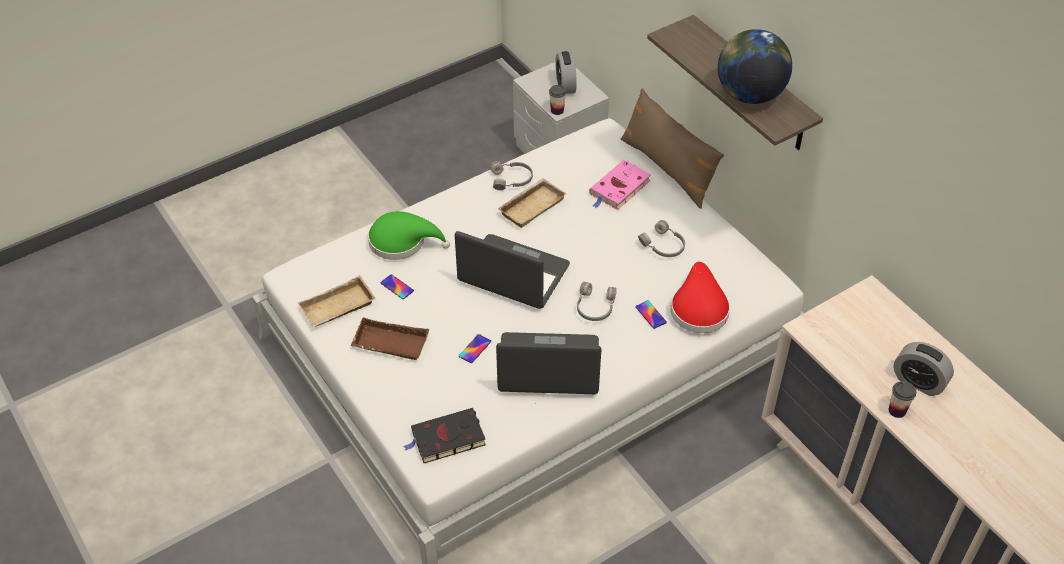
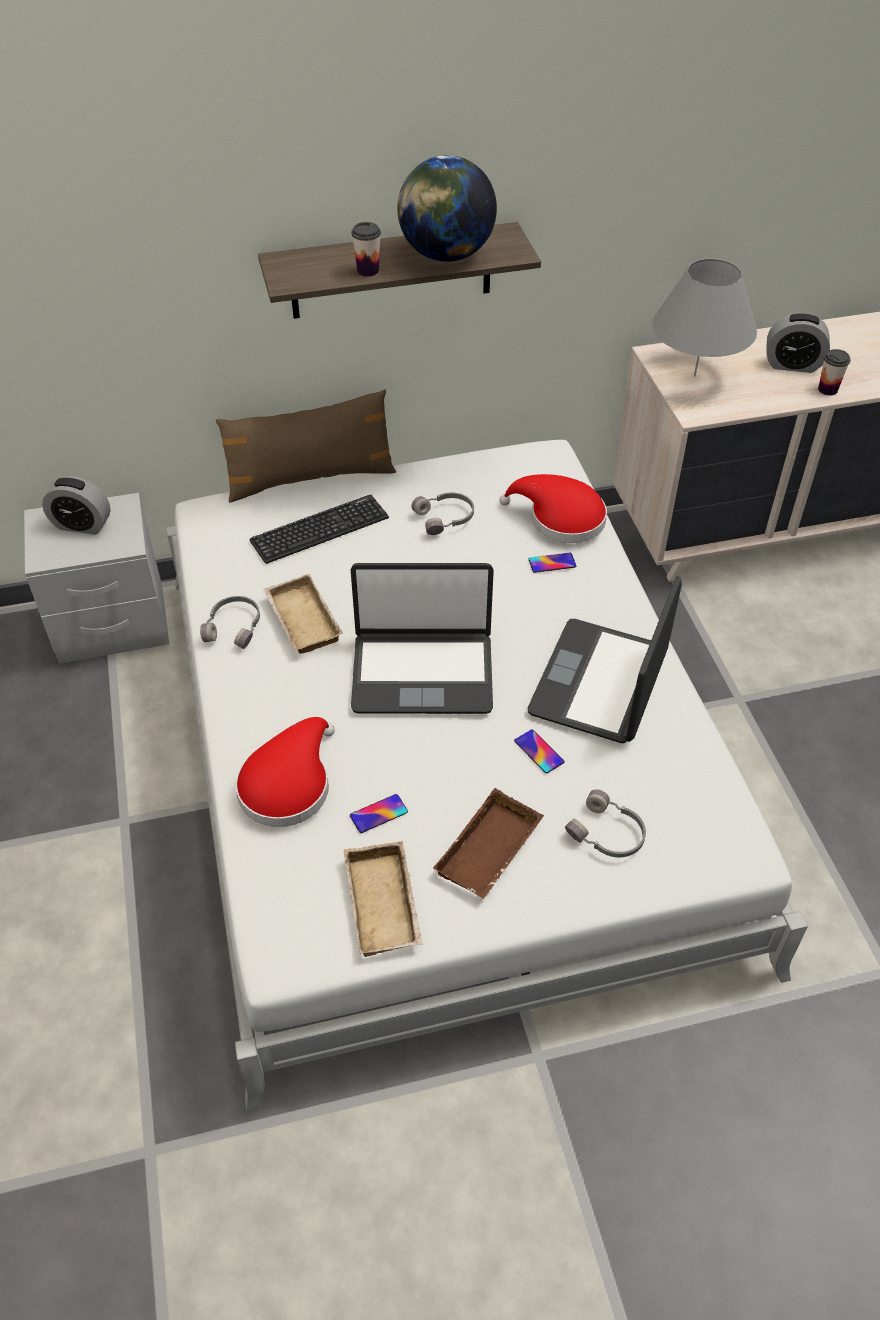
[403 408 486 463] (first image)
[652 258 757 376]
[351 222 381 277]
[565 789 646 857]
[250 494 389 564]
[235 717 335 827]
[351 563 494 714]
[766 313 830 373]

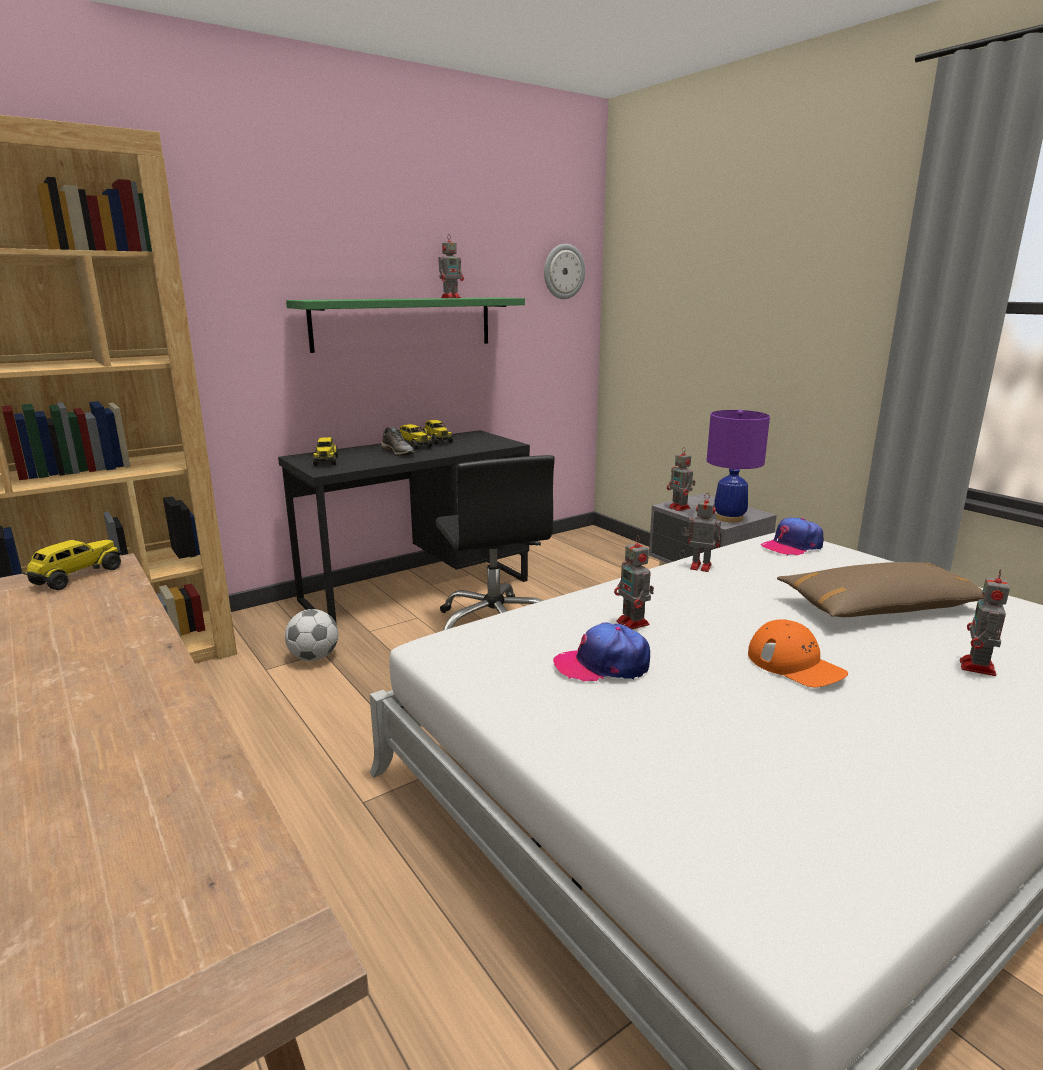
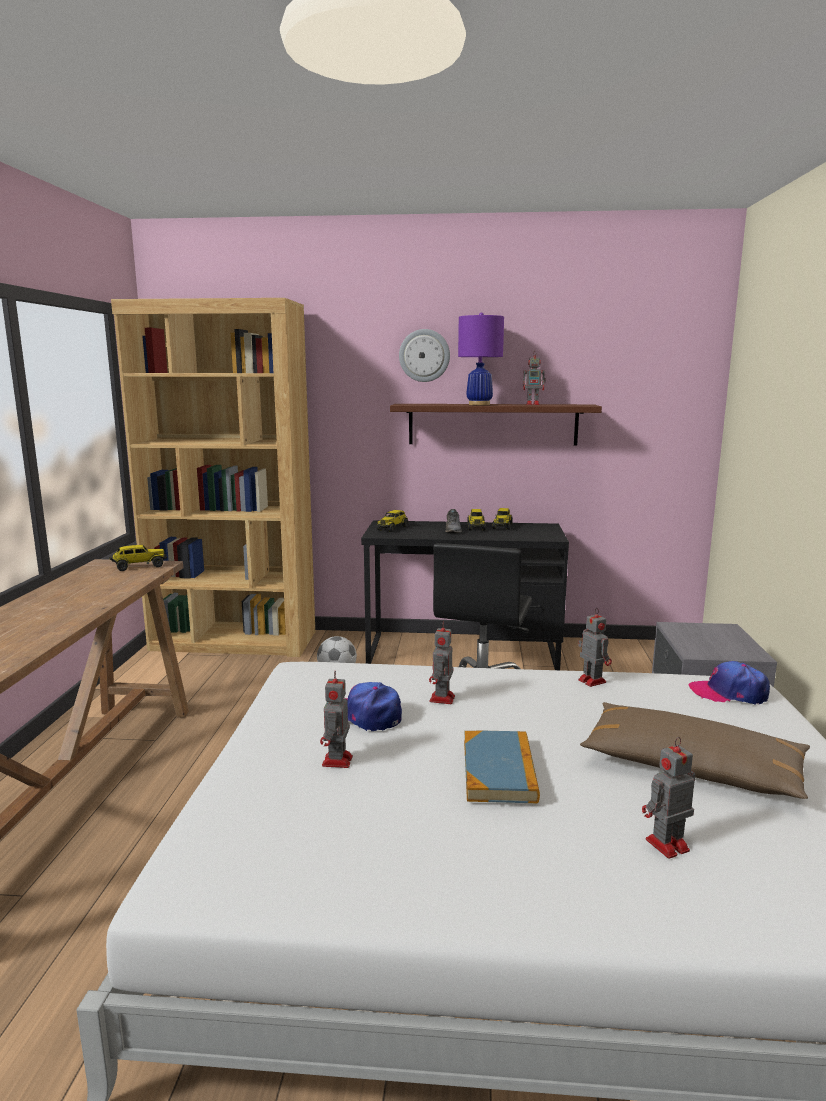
[399 329 450 382]
[320 671 353 768]
[458 313 504 405]
[464 731 540 803]
[390 404 602 446]

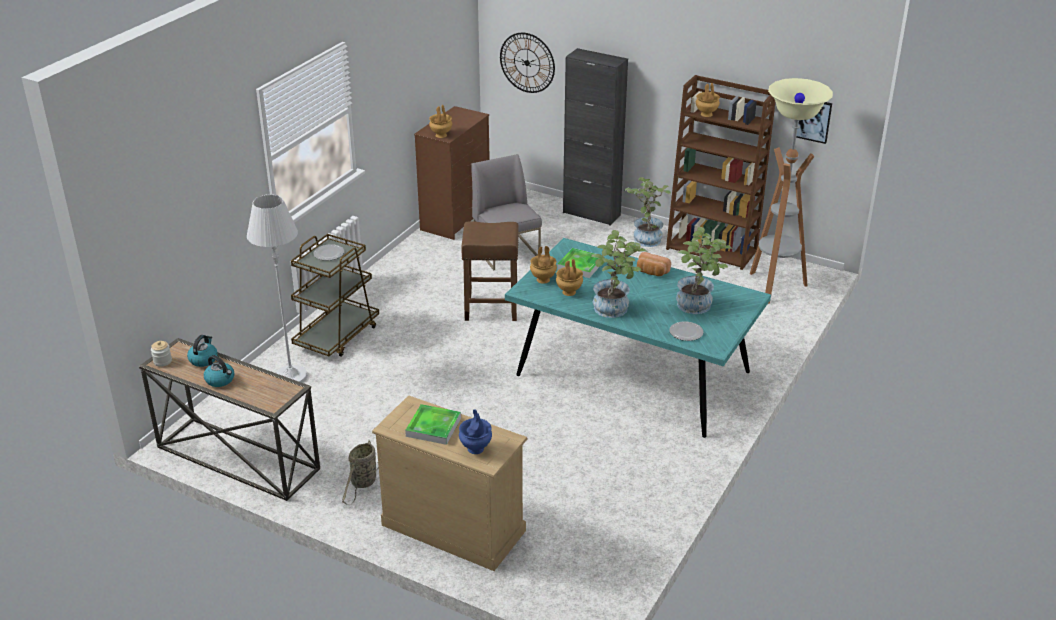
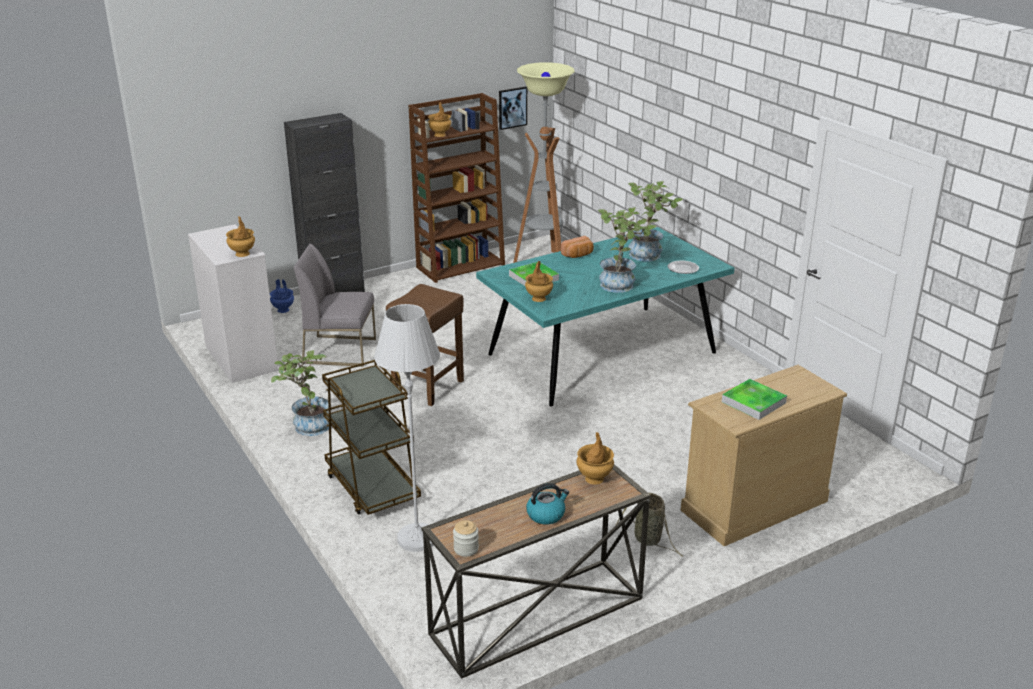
[187 335 218 367] (first image)
[313 244 344 261] (first image)
[500 33 555 93] (first image)
[270 279 294 313]
[576 432 614 485]
[271 350 329 436]
[188 224 279 383]

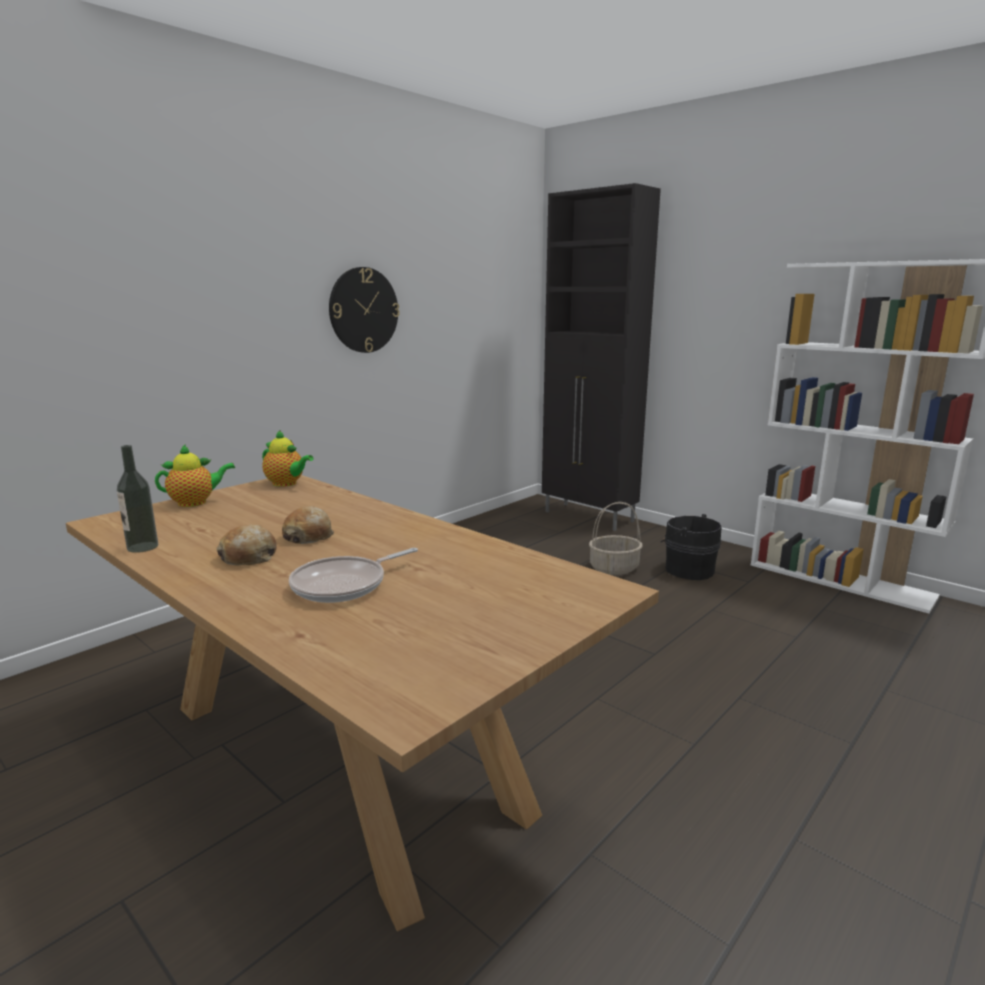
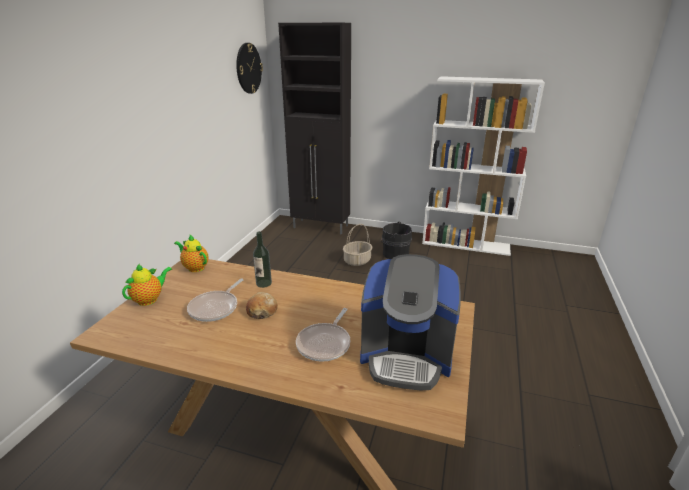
[216 525 277 566] (first image)
[187 278 244 322]
[360 254 461 390]
[253 231 272 288]
[236 43 263 94]
[174 235 208 272]

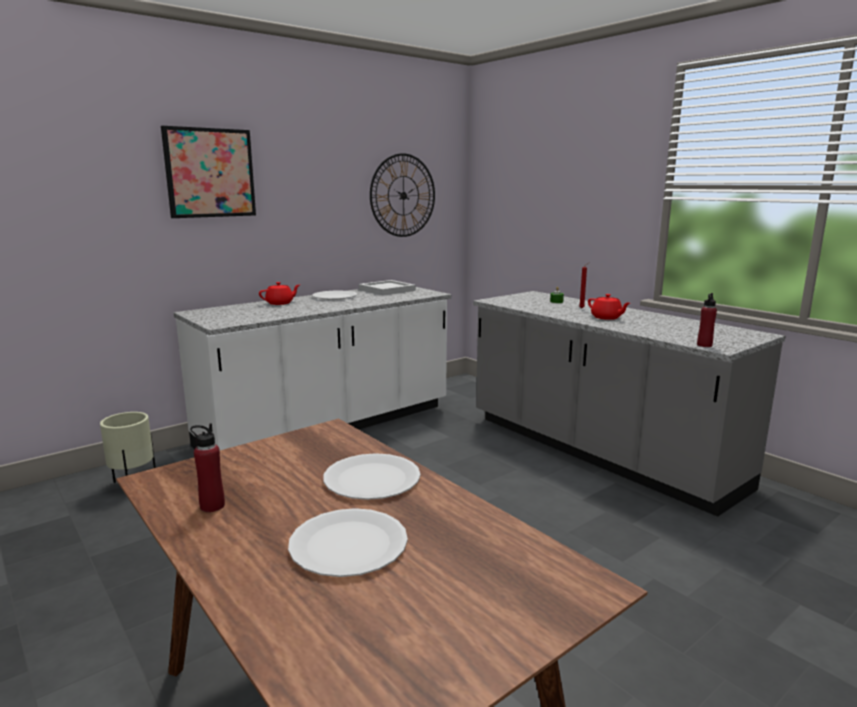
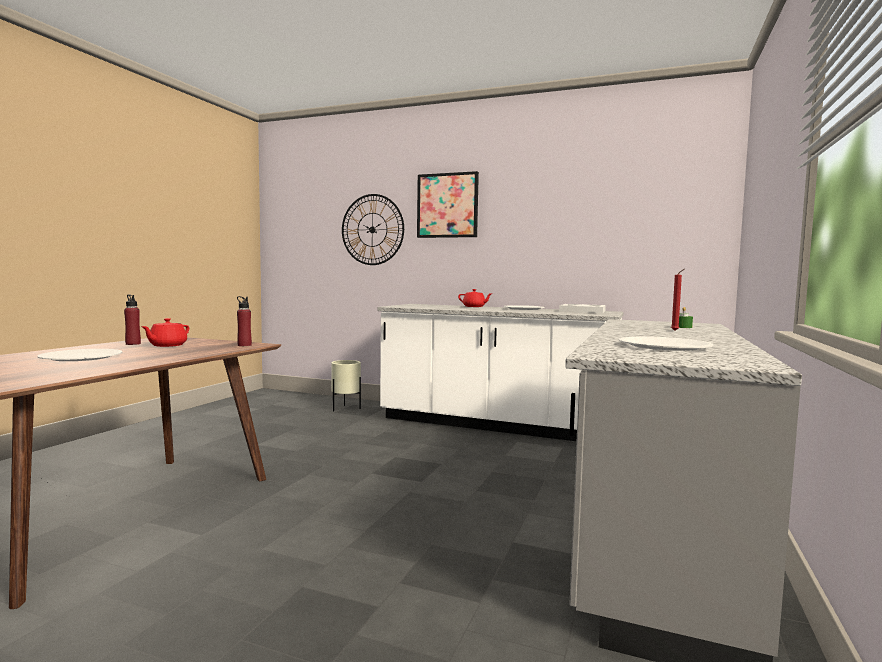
[619 336 713 351]
[342 194 404 265]
[141 318 189 347]
[237 296 252 346]

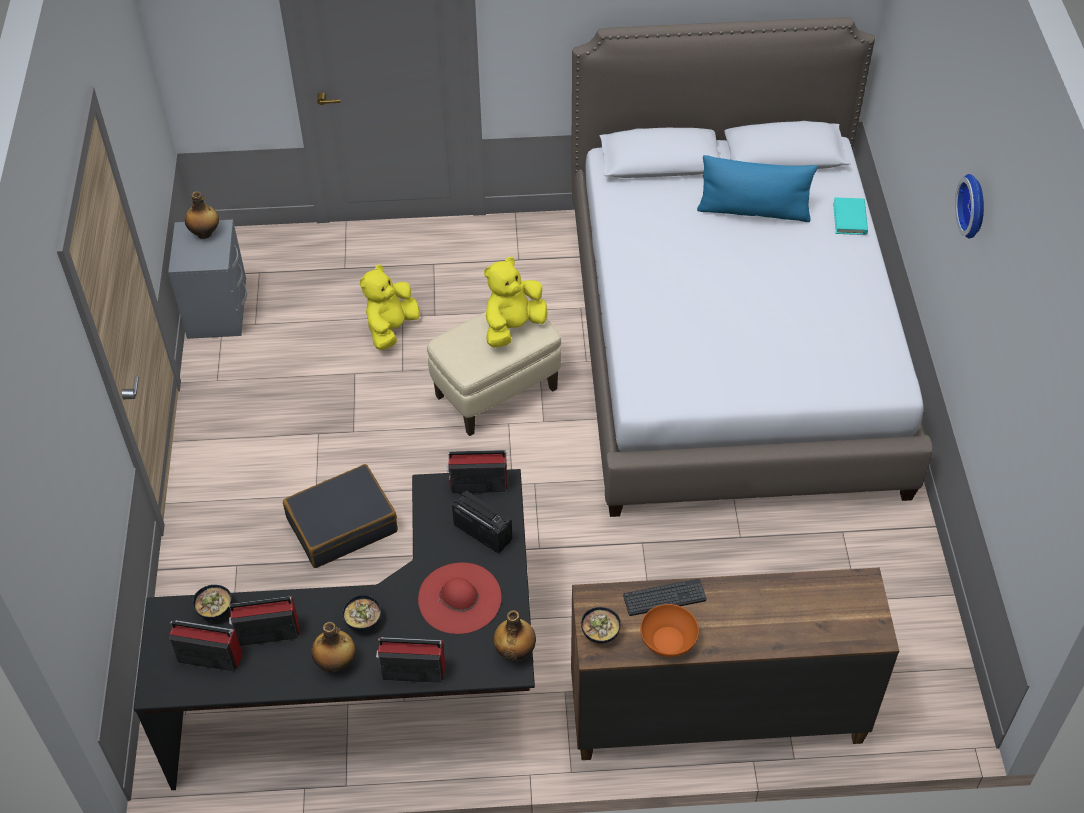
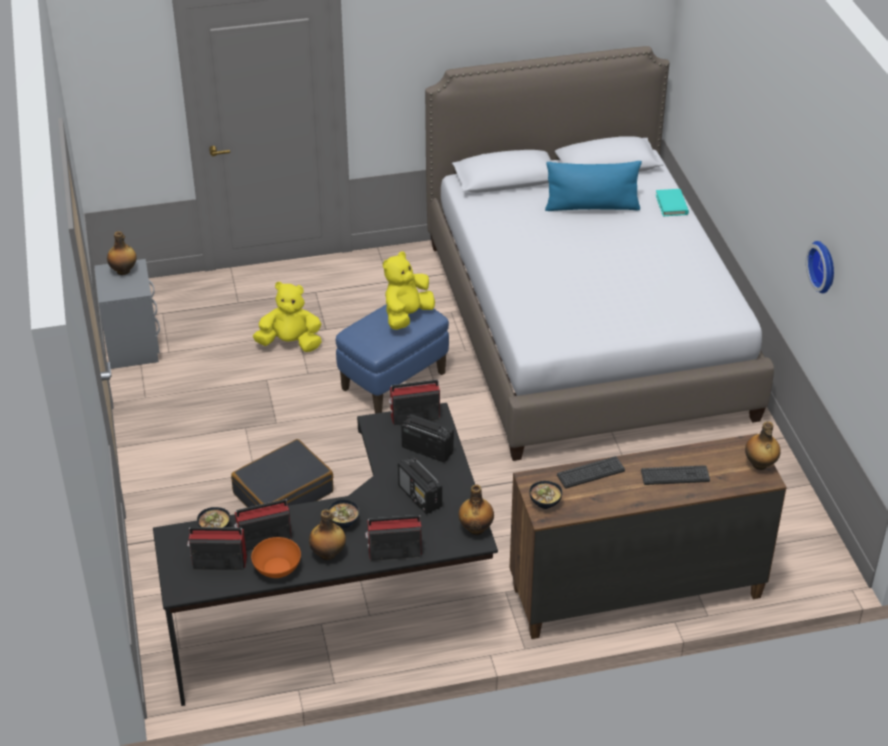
[641 465 710 485]
[745 421 781 470]
[251 537 301 578]
[806 241 834 293]
[398 457 442 514]
[336 304 449 413]
[253 282 322 352]

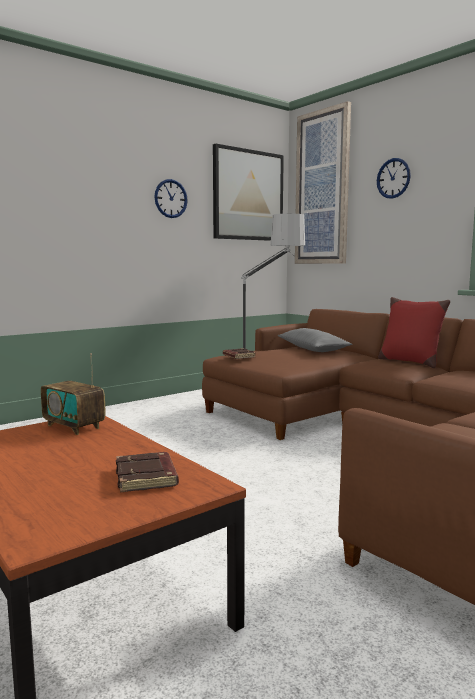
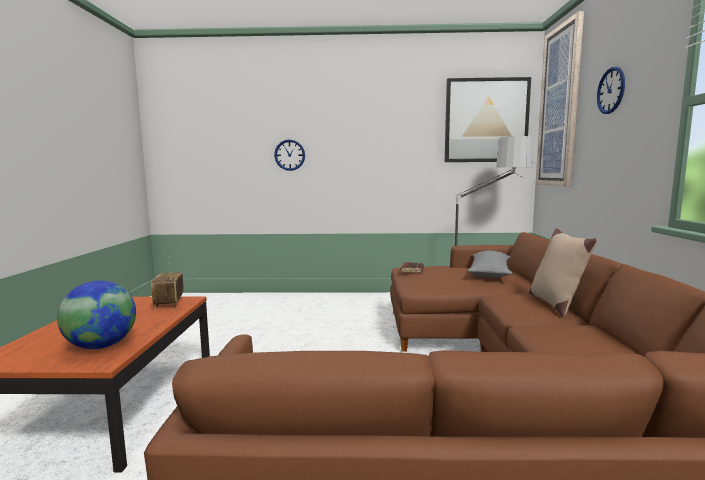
[274 139 305 171]
[57 281 136 349]
[529 228 598 317]

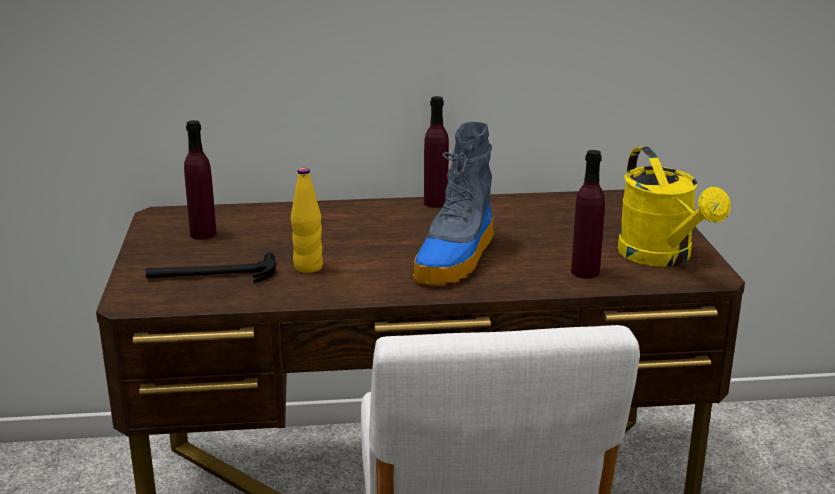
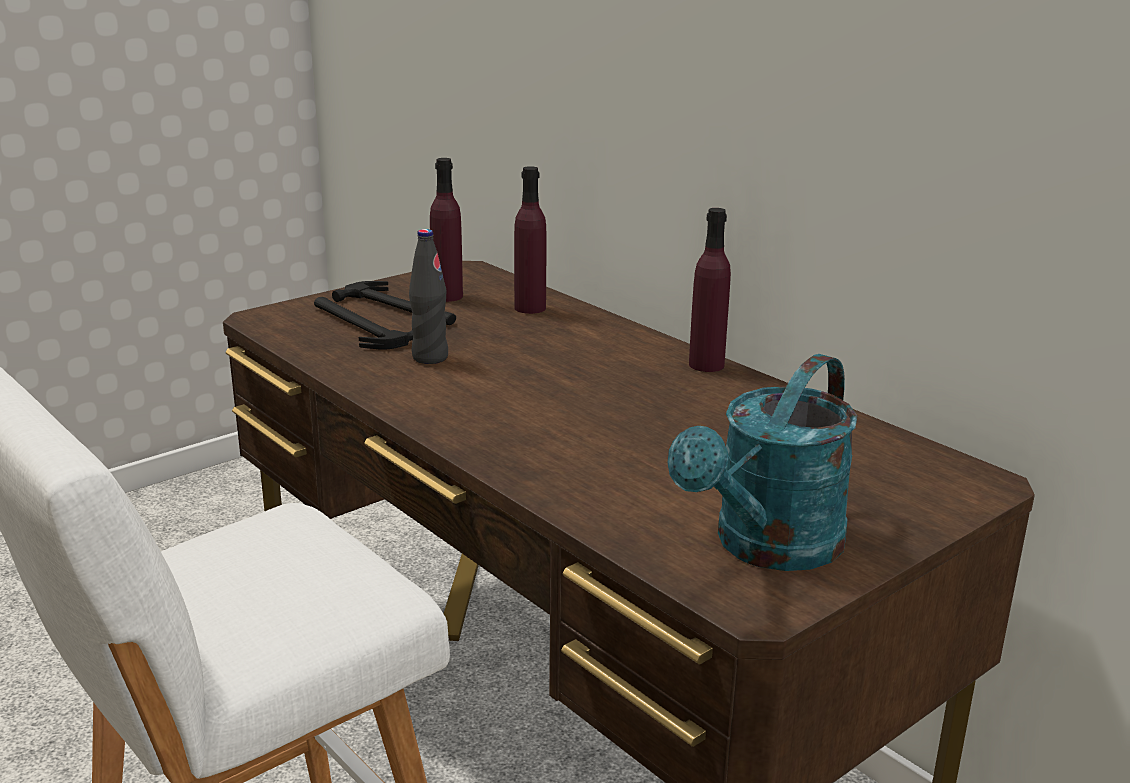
[413 122 494 286] (first image)
[332 281 456 325]
[514 166 546 314]
[409 229 448 364]
[667 354 857 571]

